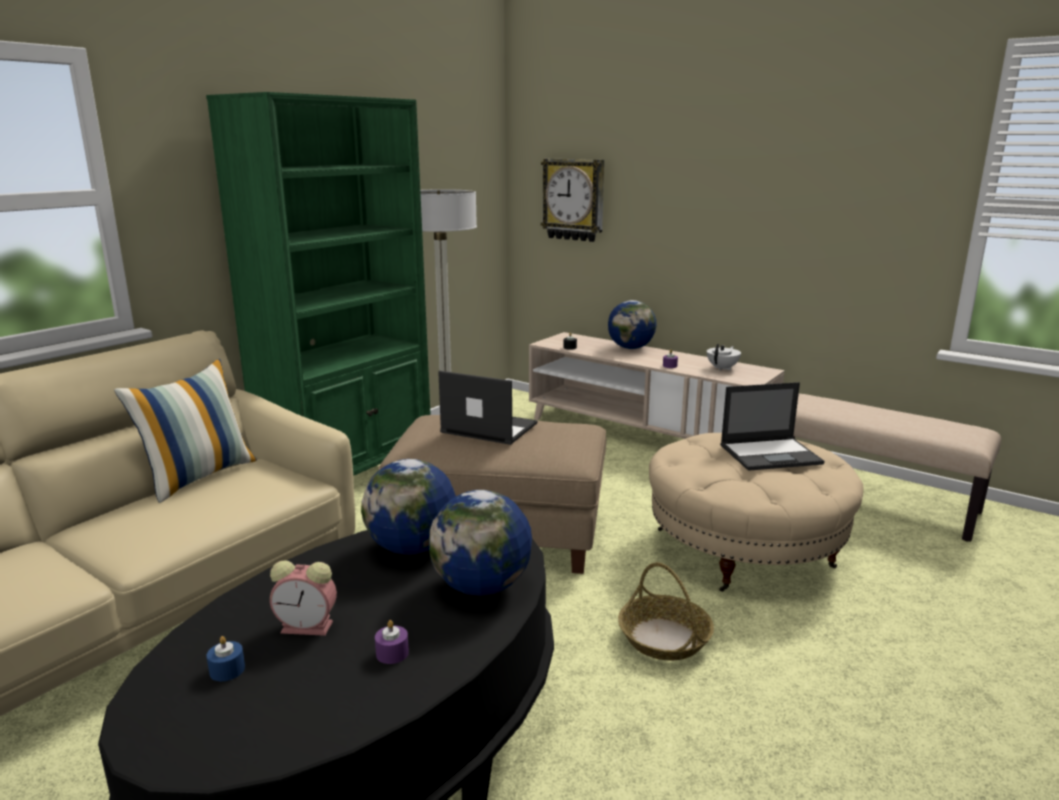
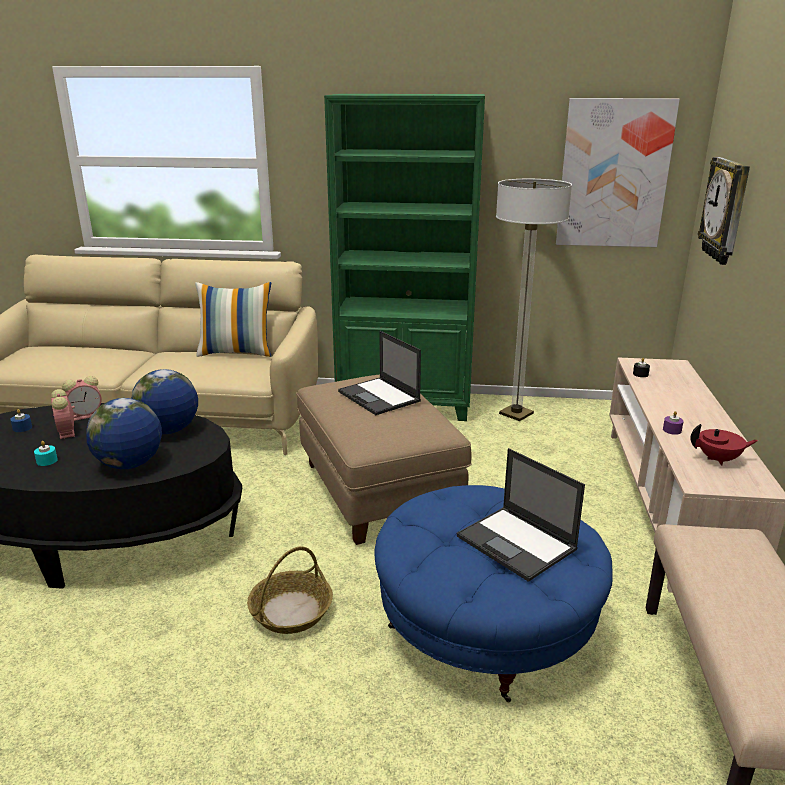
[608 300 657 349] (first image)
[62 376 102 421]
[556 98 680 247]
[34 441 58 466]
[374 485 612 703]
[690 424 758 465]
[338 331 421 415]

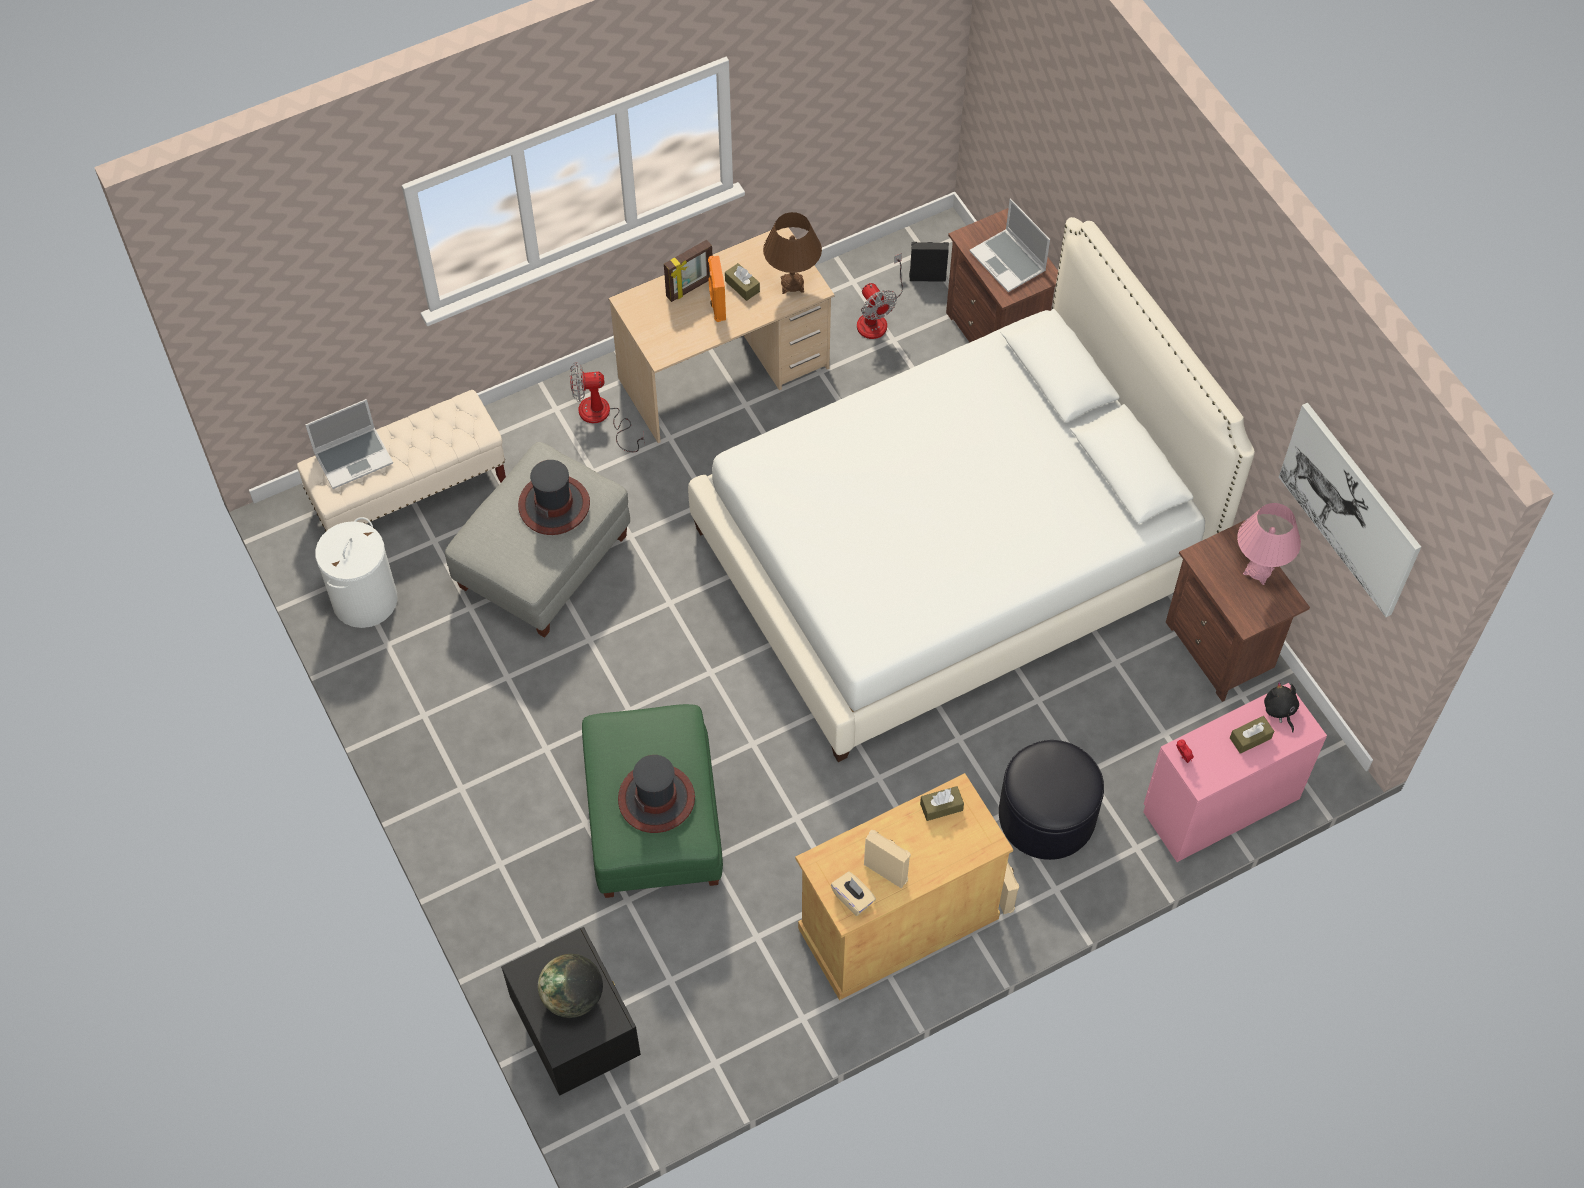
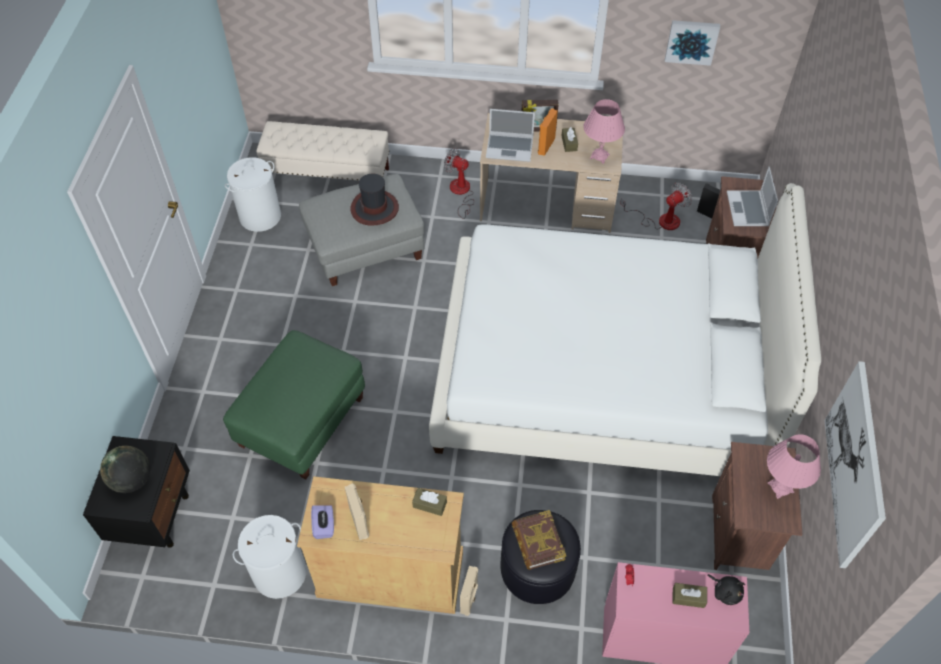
[618 755 695 833] (first image)
[233 515 306 599]
[512 510 566 570]
[665 20 720 66]
[486 109 535 162]
[584 99 625 164]
[311 505 334 539]
[620 182 692 230]
[707 574 745 605]

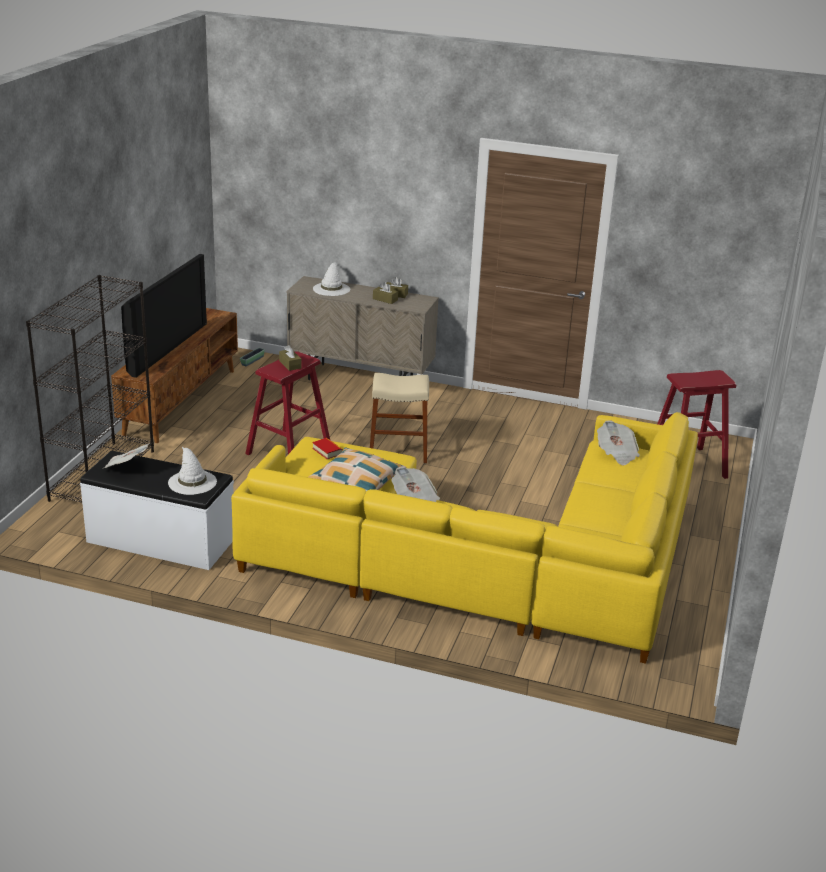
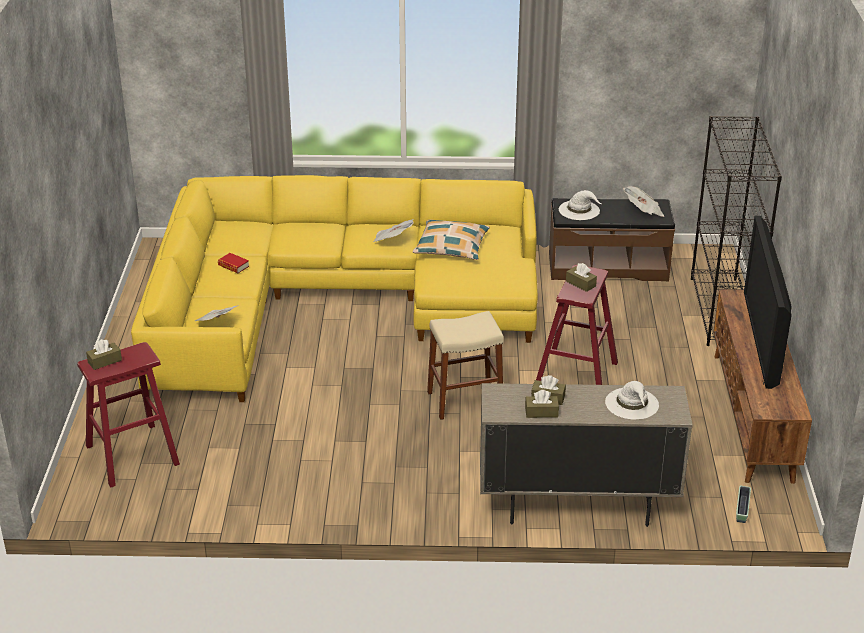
[86 339 122 370]
[218 253 249 273]
[549 198 675 281]

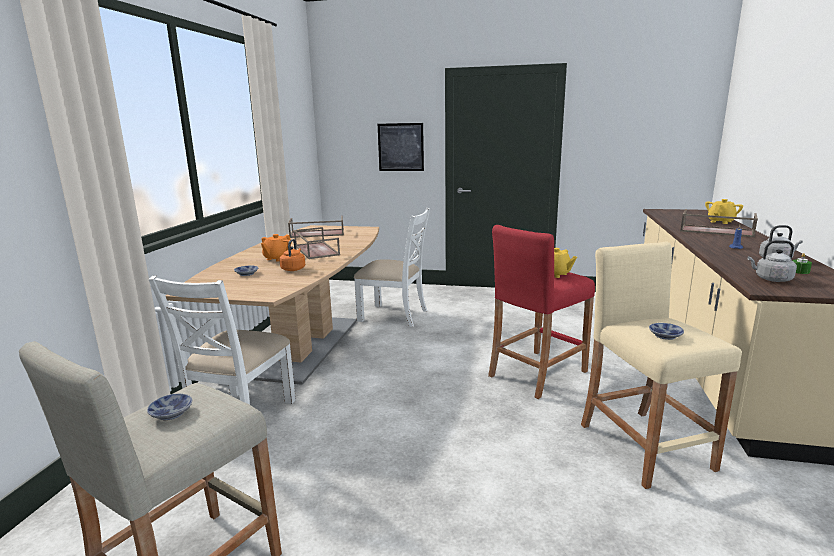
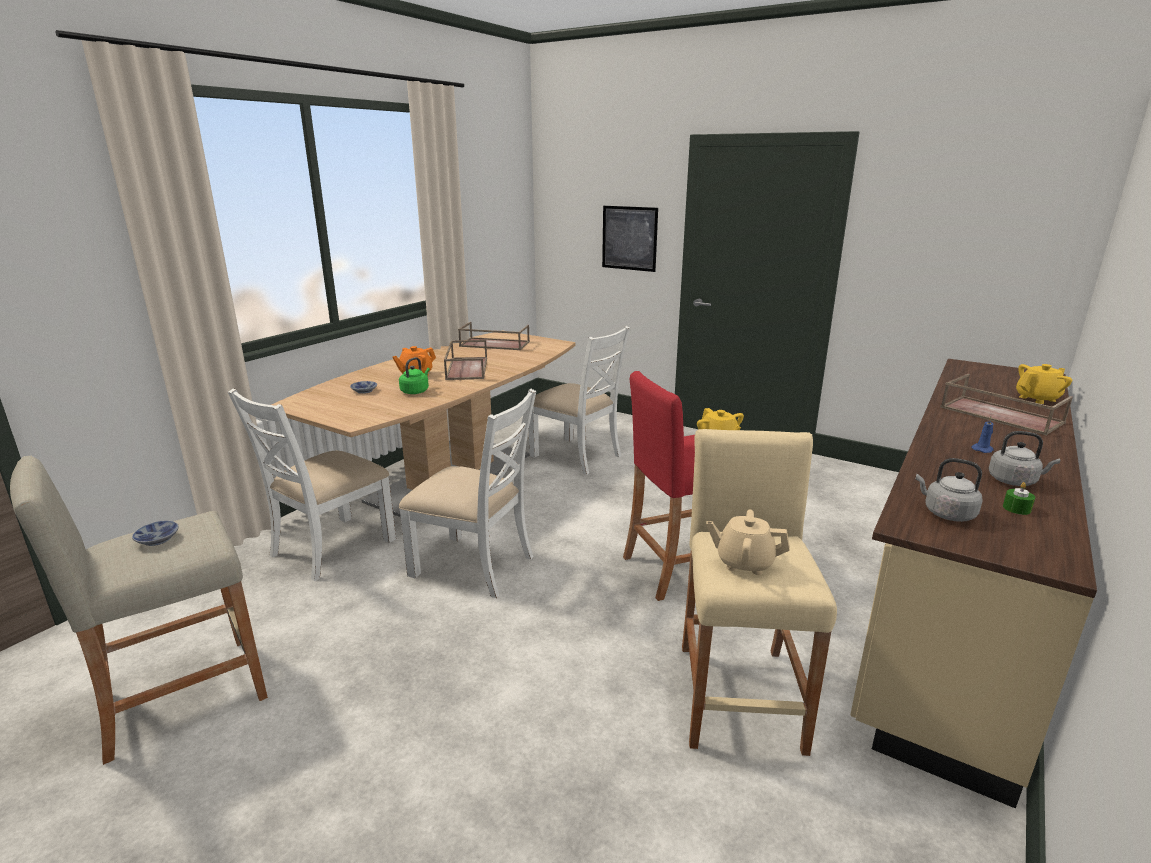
[399 389 536 598]
[706 509 790 575]
[399 357 430 394]

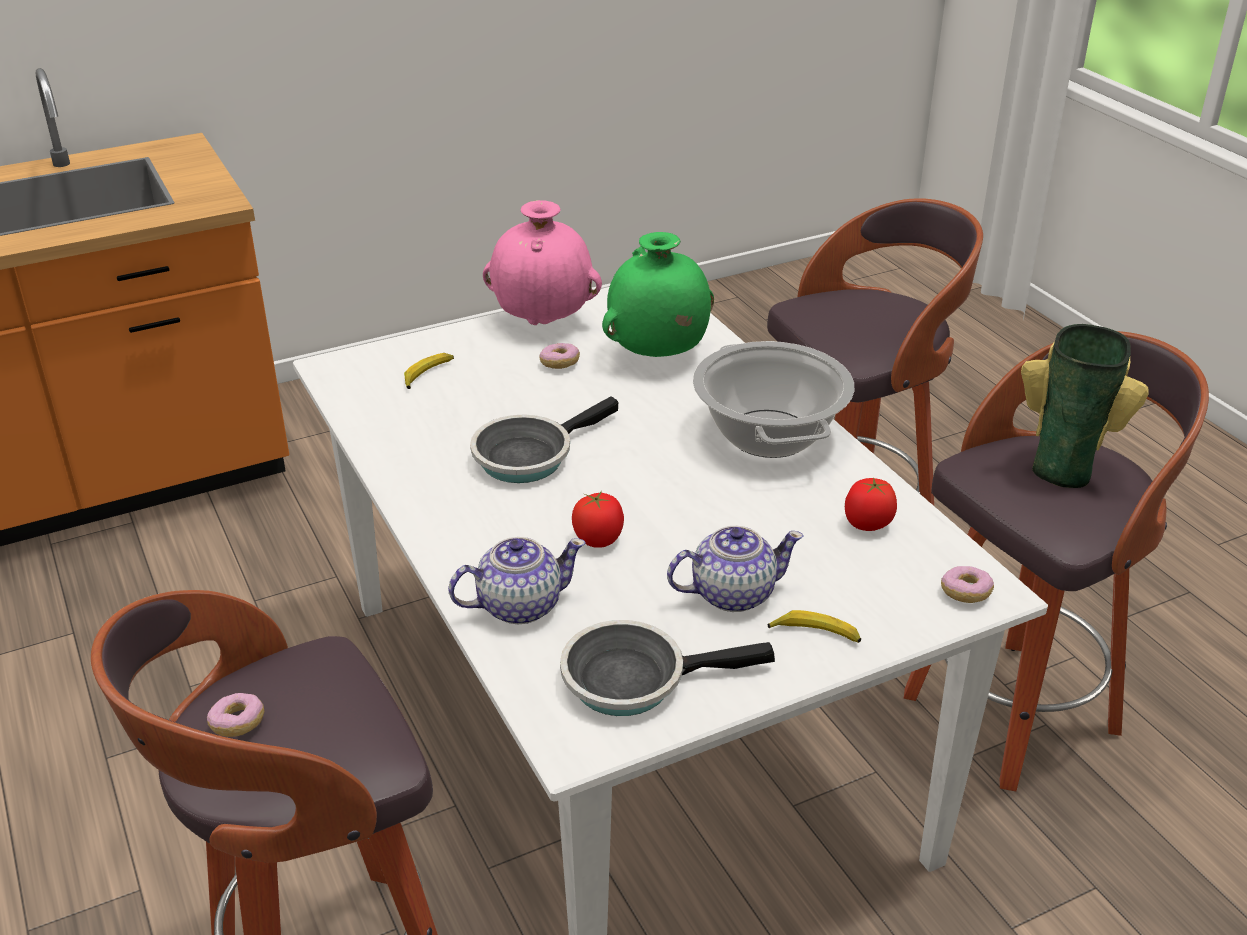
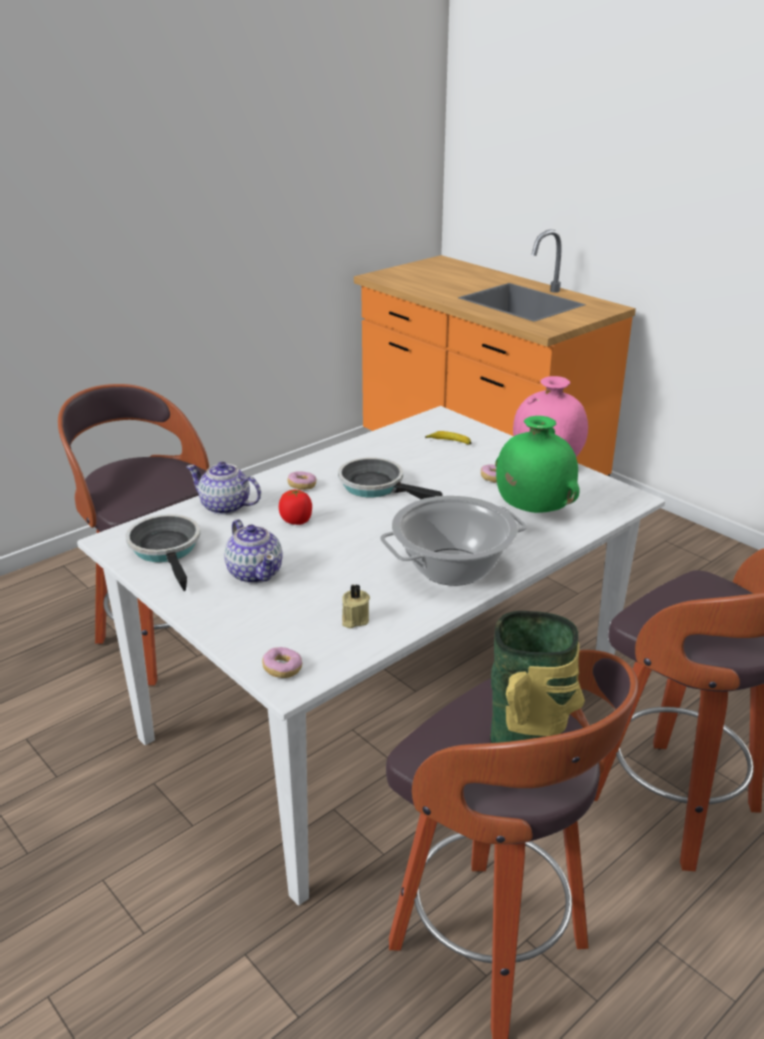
[768 610 861 643] (first image)
[287 471 317 490]
[342 585 370 628]
[186 462 261 515]

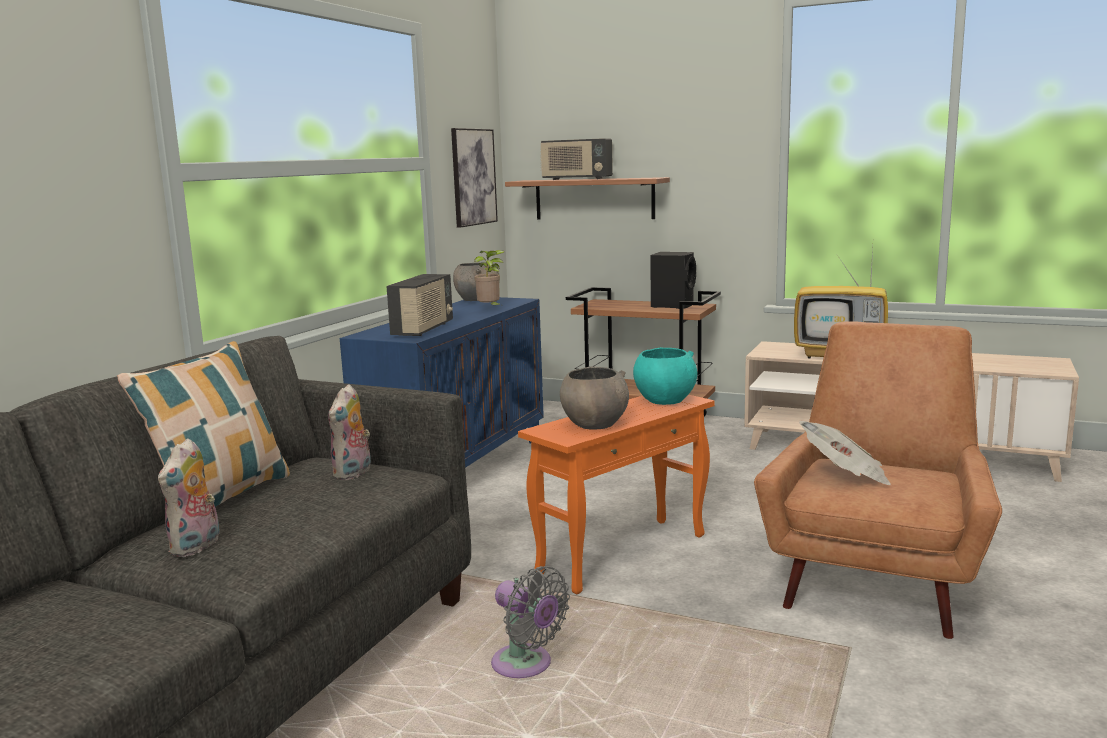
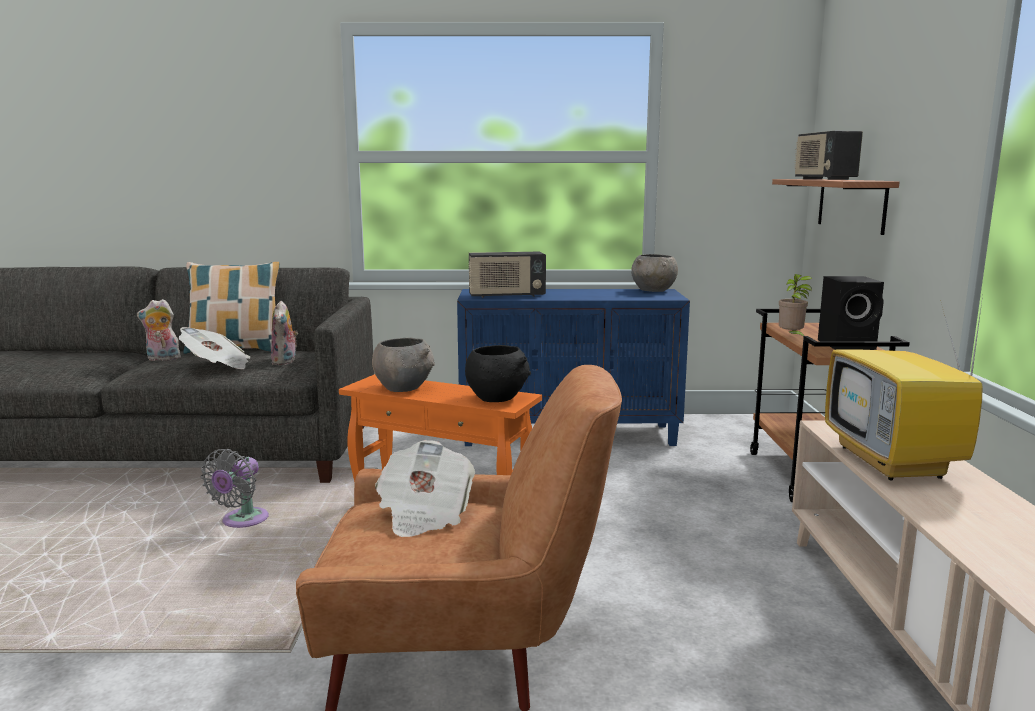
[451 128 498 228] (first image)
[178 327 250 369]
[779 274 812 336]
[465 345 531 402]
[271 301 298 365]

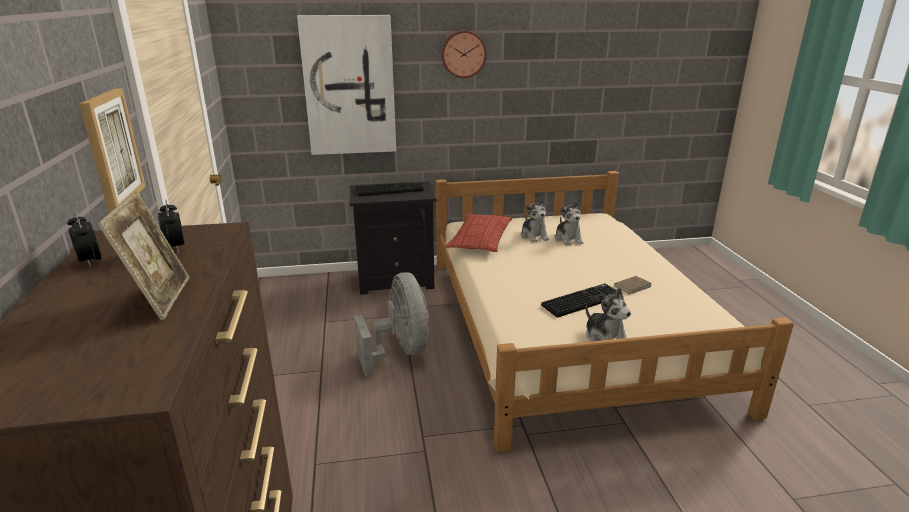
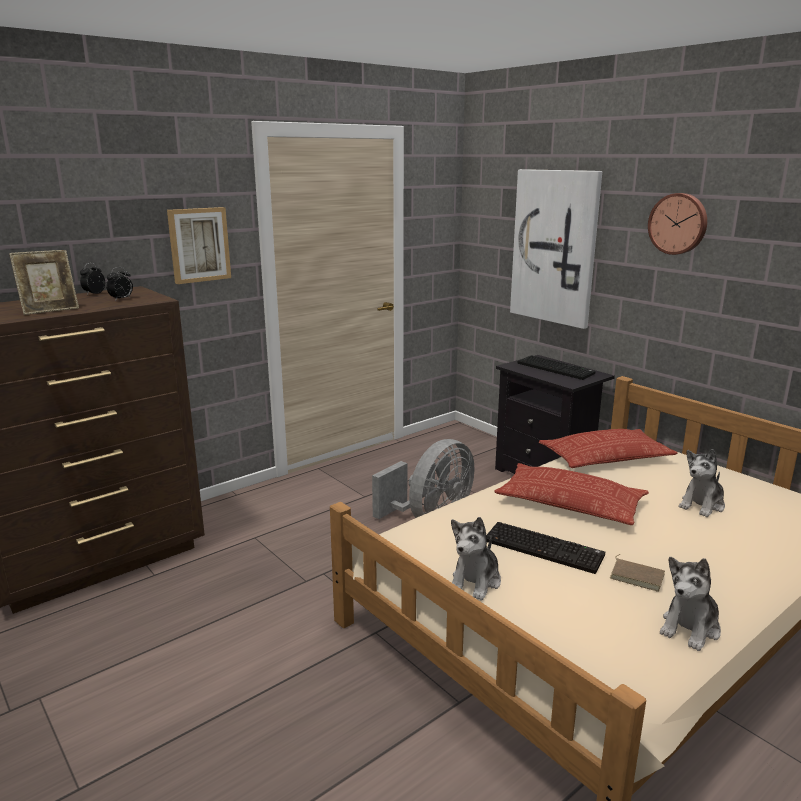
[494 463 649 525]
[660 557 721 651]

